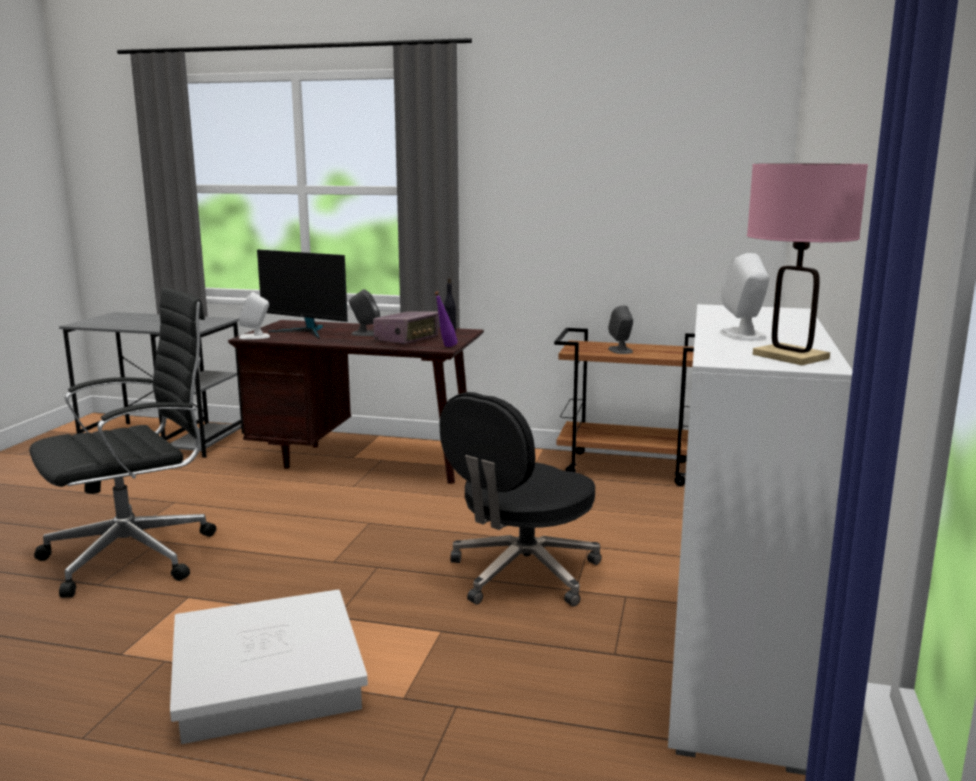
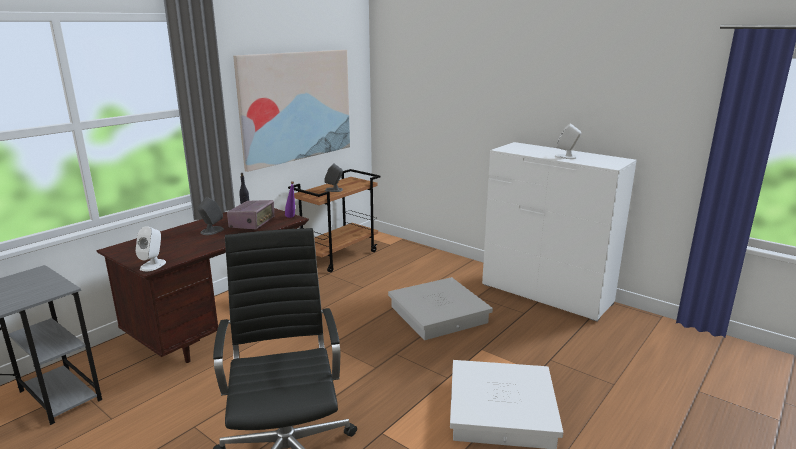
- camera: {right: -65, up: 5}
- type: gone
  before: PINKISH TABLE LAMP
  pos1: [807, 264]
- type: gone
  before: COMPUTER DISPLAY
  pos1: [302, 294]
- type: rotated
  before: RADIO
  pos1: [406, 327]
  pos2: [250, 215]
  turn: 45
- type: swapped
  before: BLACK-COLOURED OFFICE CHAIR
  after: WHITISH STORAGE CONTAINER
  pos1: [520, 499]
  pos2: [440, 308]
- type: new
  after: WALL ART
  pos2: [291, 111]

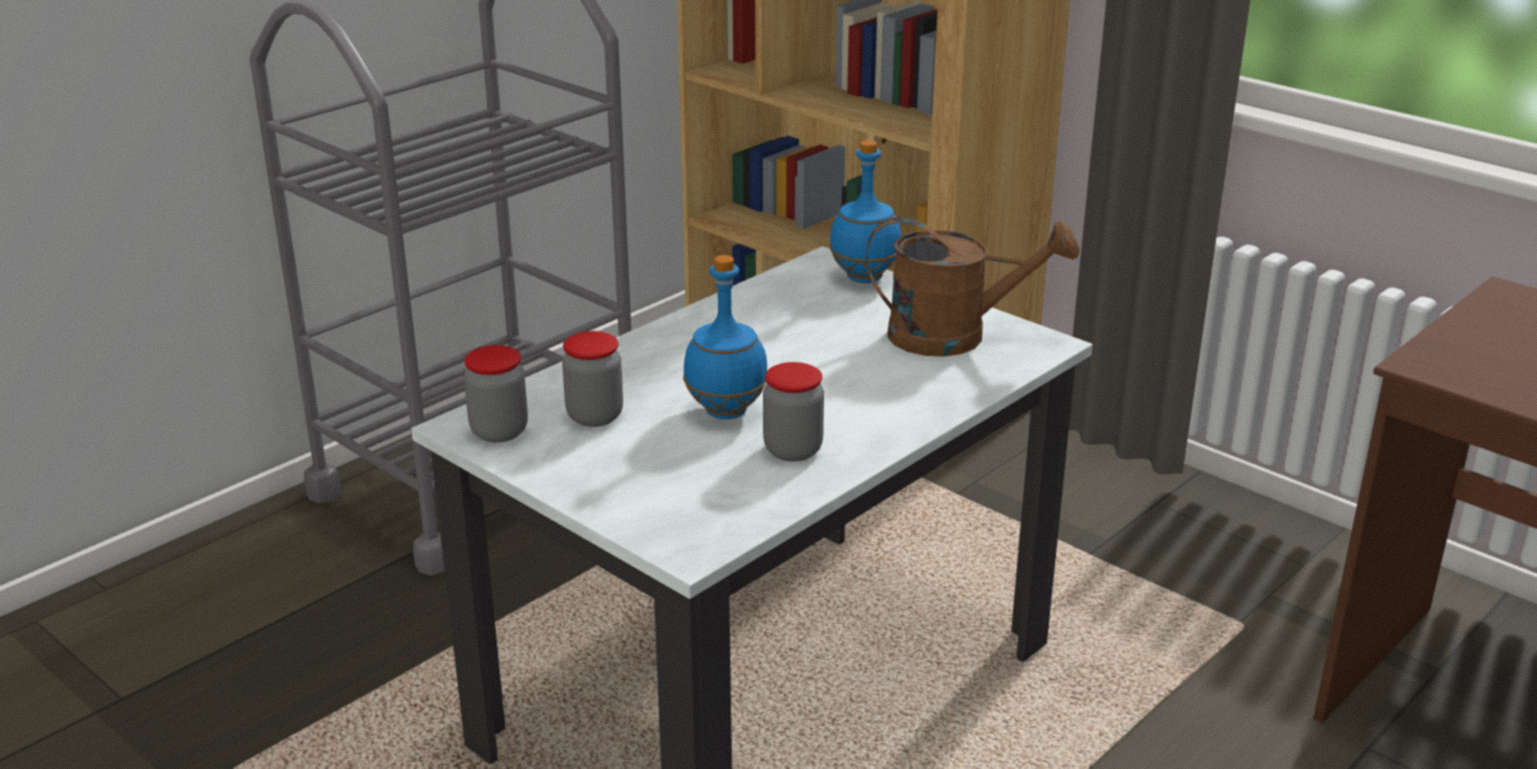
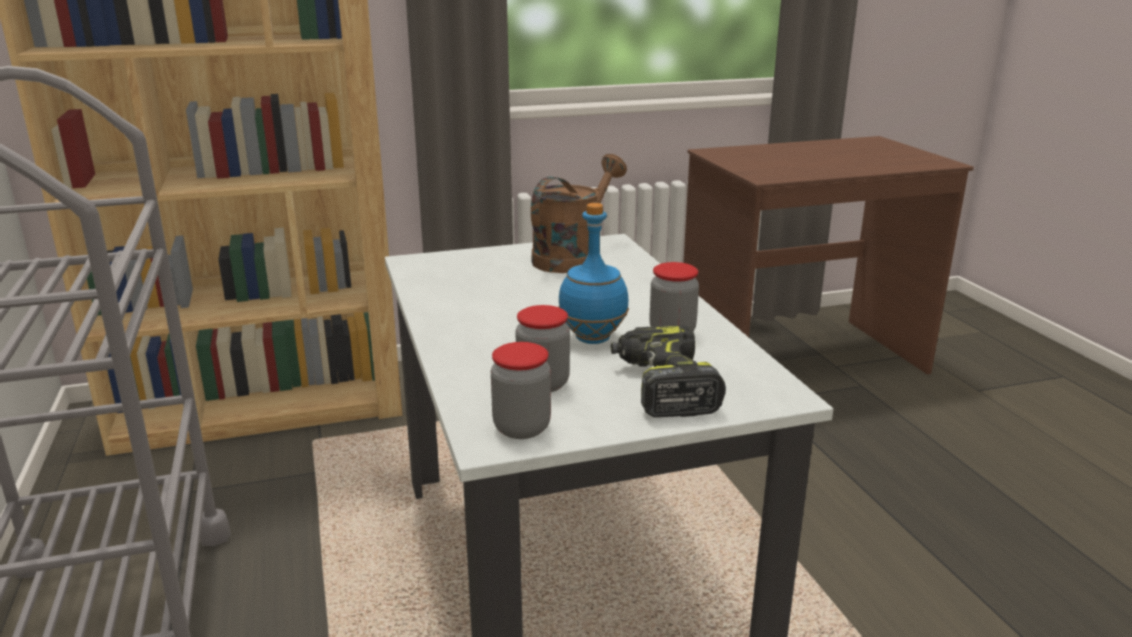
- camera: {right: -60, up: -5}
- type: gone
  before: BLUISH DRINK BOTTLE
  pos1: [865, 211]
- type: new
  after: POWER DRILL
  pos2: [668, 371]

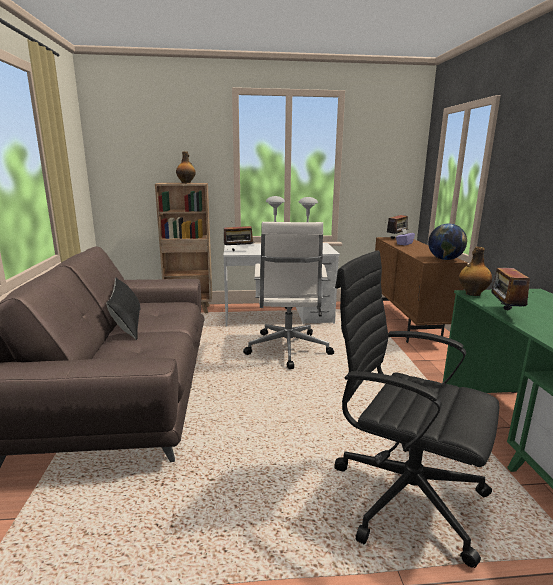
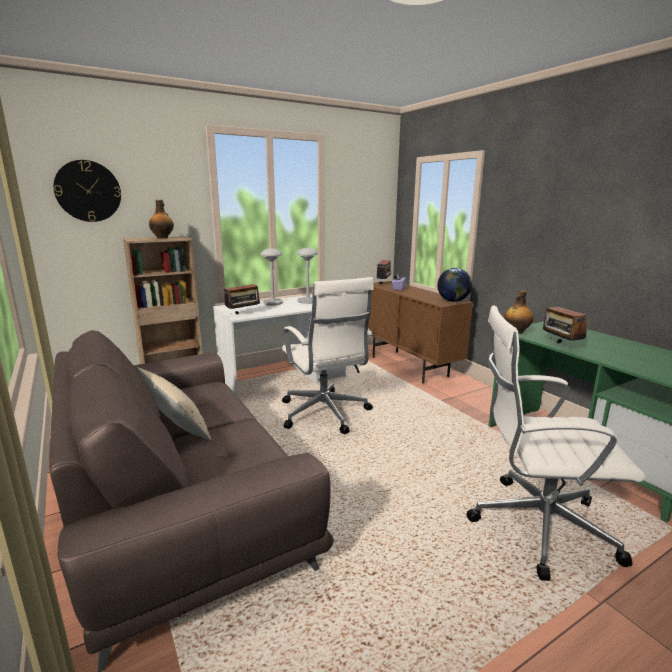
- camera: {right: -25, up: 0}
- type: repainted
  before: BLACK-COLOURED OFFICE CHAIR
  after: WHITISH OFFICE CHAIR
  pos1: [416, 409]
  pos2: [555, 443]
- type: repainted
  before: BLACK-COLOURED THROW PILLOW
  after: SAND-COLOURED THROW PILLOW
  pos1: [123, 308]
  pos2: [174, 404]
- type: new
  after: HANGING CLOCK
  pos2: [87, 191]

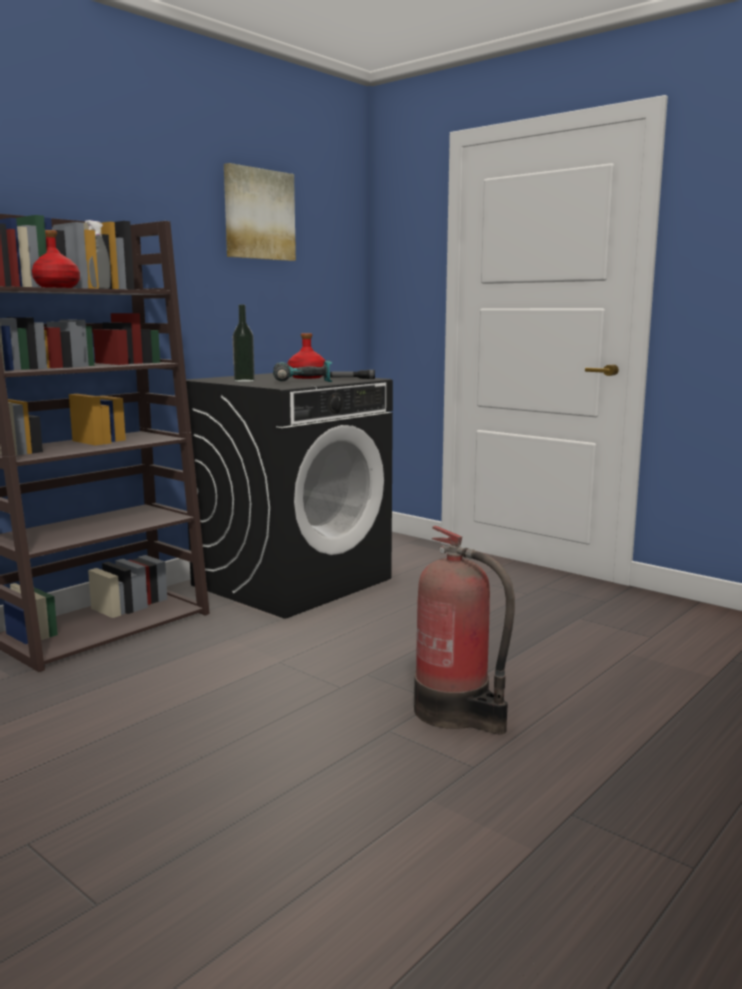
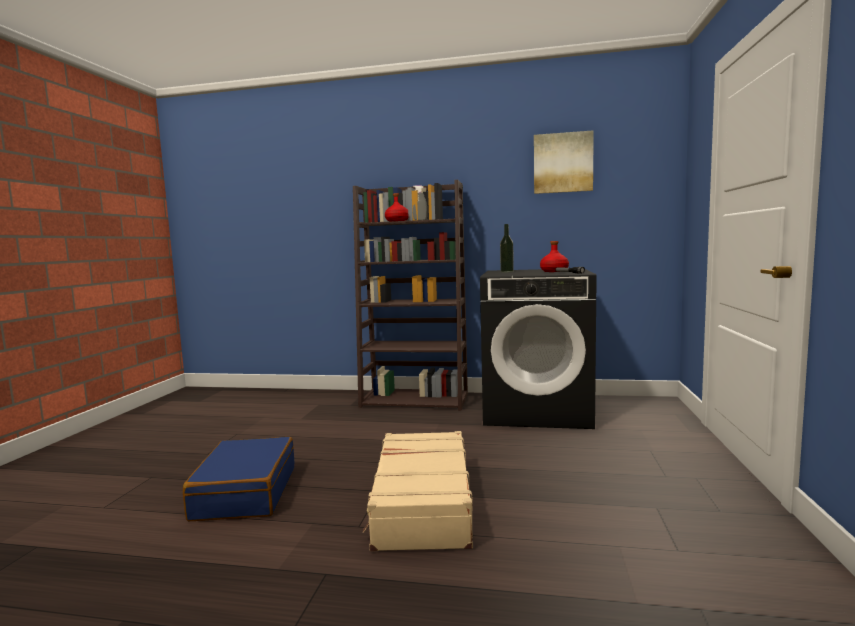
- camera: {right: 60, up: -5}
- type: gone
  before: POWER DRILL
  pos1: [303, 371]
- type: swapped
  before: FIRE EXTINGUISHER
  after: SAND-COLOURED TRAVEL CASE
  pos1: [464, 630]
  pos2: [418, 491]
- type: new
  after: BLUISH TRAVEL CASE
  pos2: [238, 479]

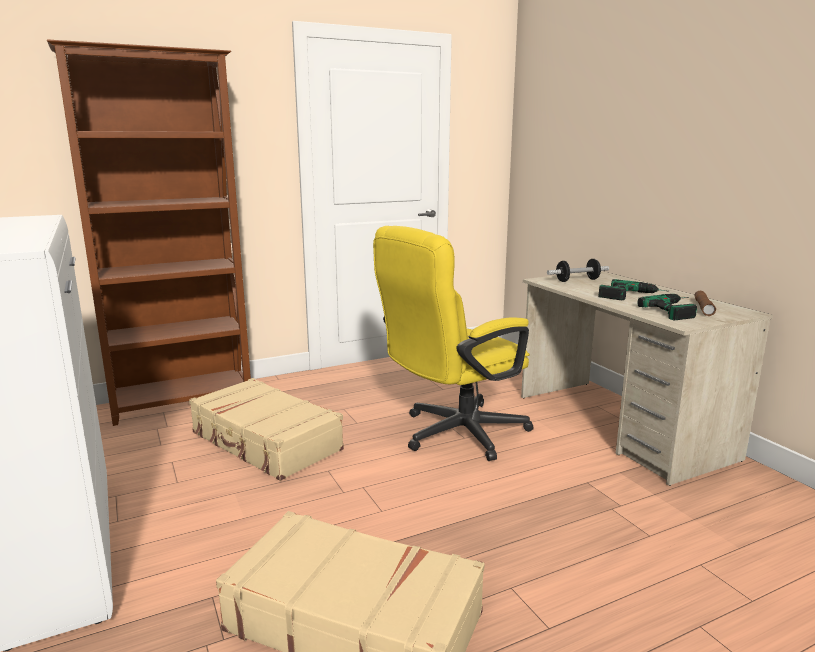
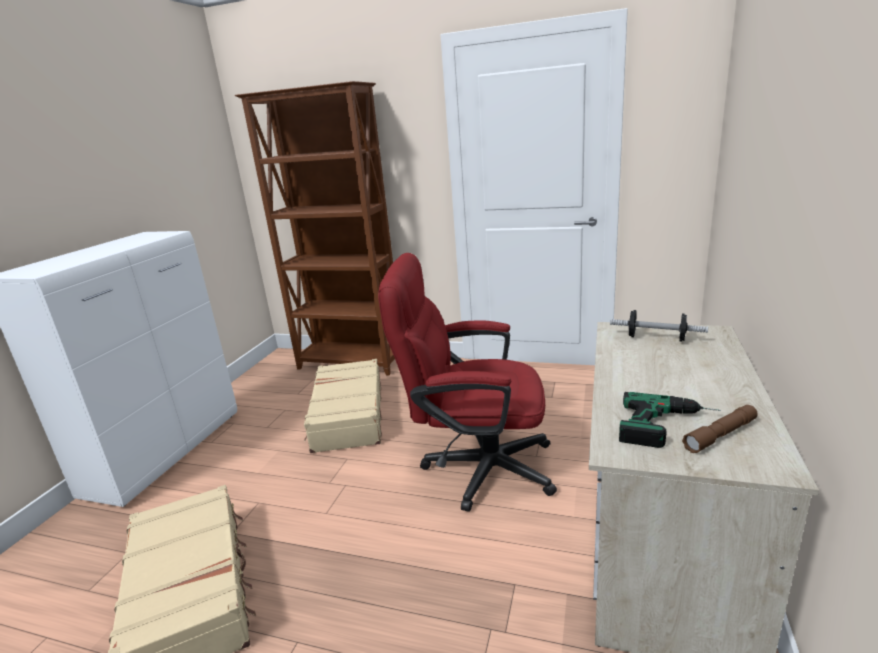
- camera: {right: 45, up: 5}
- type: repainted
  before: YELLOW-COLOURED OFFICE CHAIR
  after: REDDISH OFFICE CHAIR
  pos1: [453, 343]
  pos2: [467, 382]
- type: gone
  before: POWER DRILL
  pos1: [633, 289]

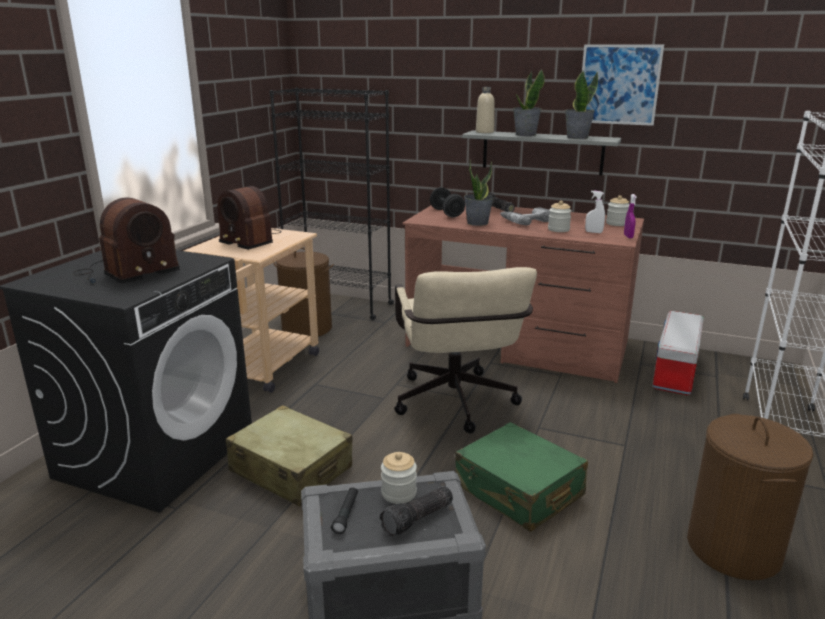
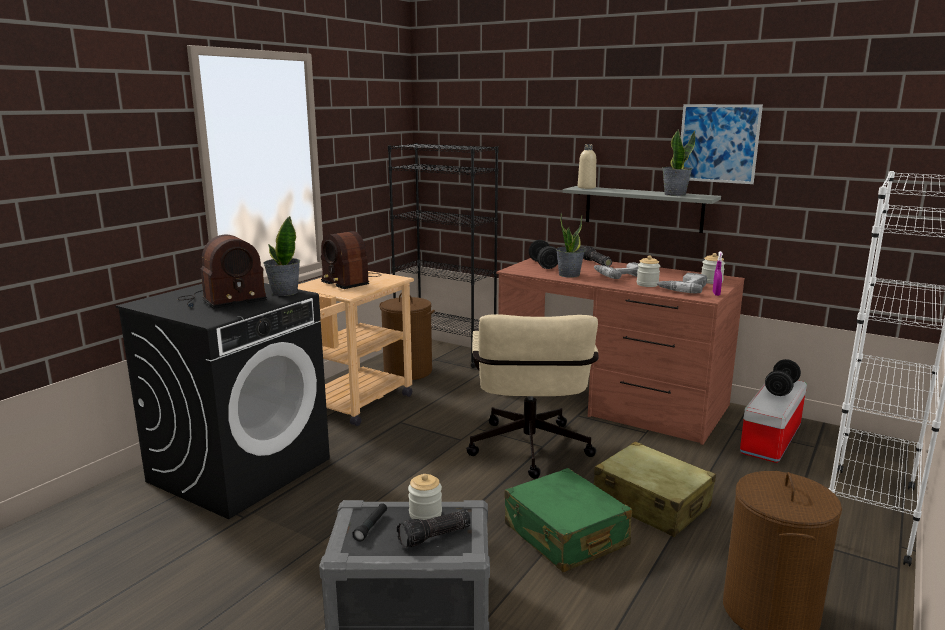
- camera: {right: 10, up: -5}
- type: shifted
  before: POTTED PLANT
  pos1: [529, 102]
  pos2: [281, 256]
- type: swapped
  before: WHITISH SPRAYER
  after: POWER DRILL
  pos1: [595, 211]
  pos2: [681, 283]
- type: shifted
  before: SAND-COLOURED TRAVEL CASE
  pos1: [289, 456]
  pos2: [655, 489]
- type: new
  after: BLACK-COLOURED HAND WEIGHT
  pos2: [783, 377]

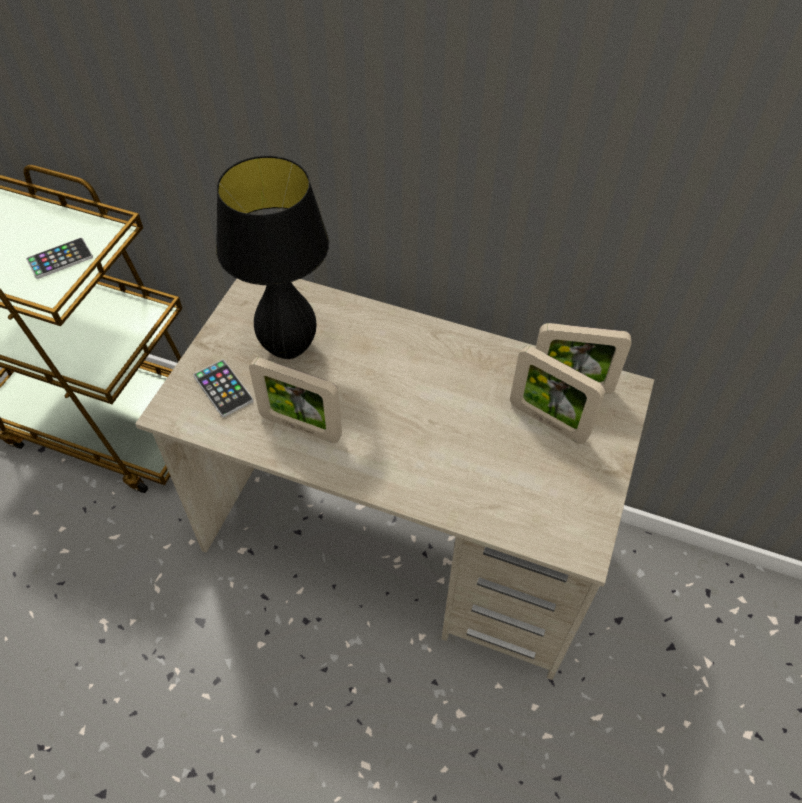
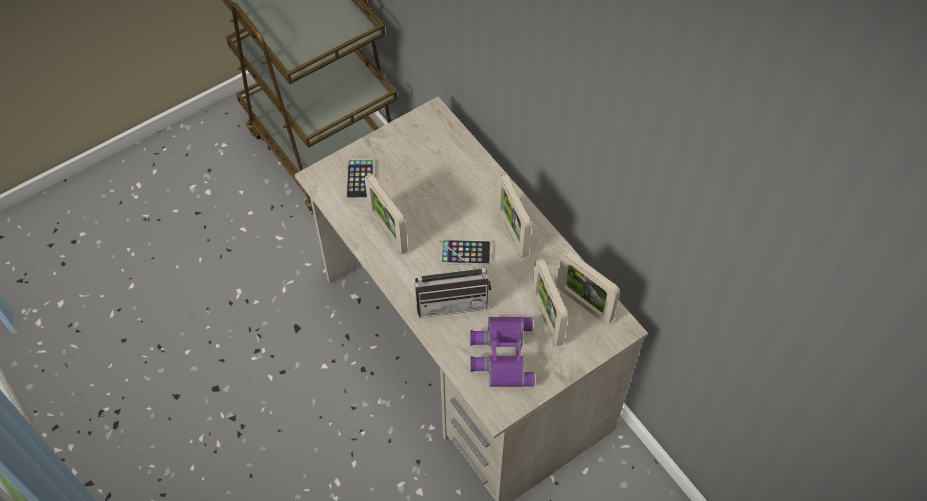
- camera: {right: 35, up: 5}
- type: gone
  before: BLACK-COLOURED TABLE LAMP
  pos1: [272, 257]
- type: shifted
  before: HANDSET
  pos1: [59, 258]
  pos2: [466, 252]
- type: new
  after: PICTURE FRAME
  pos2: [514, 215]
- type: new
  after: RADIO
  pos2: [453, 279]
- type: new
  after: PURPLISH BINOCULARS
  pos2: [502, 352]

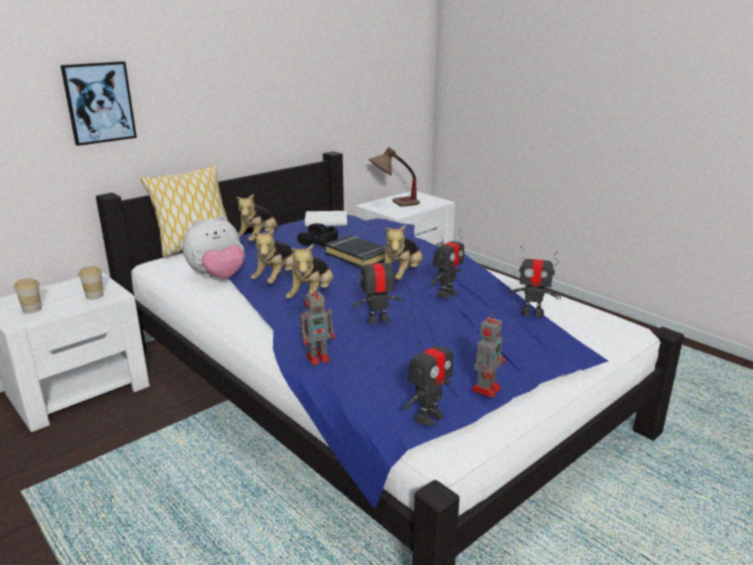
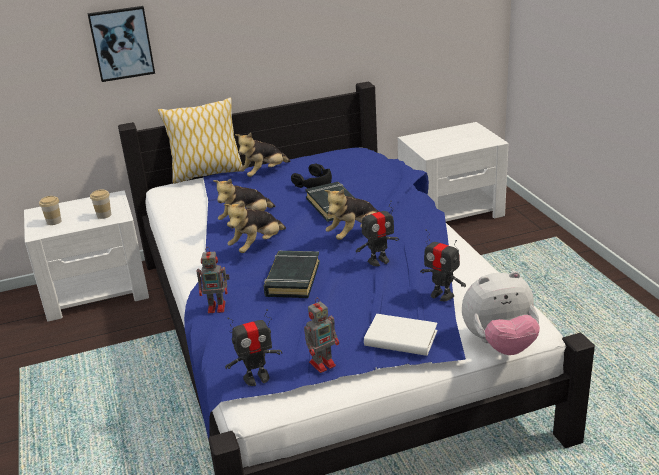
- camera: {right: 25, up: 5}
- type: gone
  before: TABLE LAMP
  pos1: [394, 177]
- type: shifted
  before: WHITISH BOUND BOOK
  pos1: [326, 218]
  pos2: [400, 335]
- type: shifted
  before: SOFT TOY
  pos1: [214, 247]
  pos2: [501, 313]
- type: swapped
  before: MODEL ROBOT
  after: BLACK-COLOURED BOUND BOOK
  pos1: [378, 287]
  pos2: [291, 274]

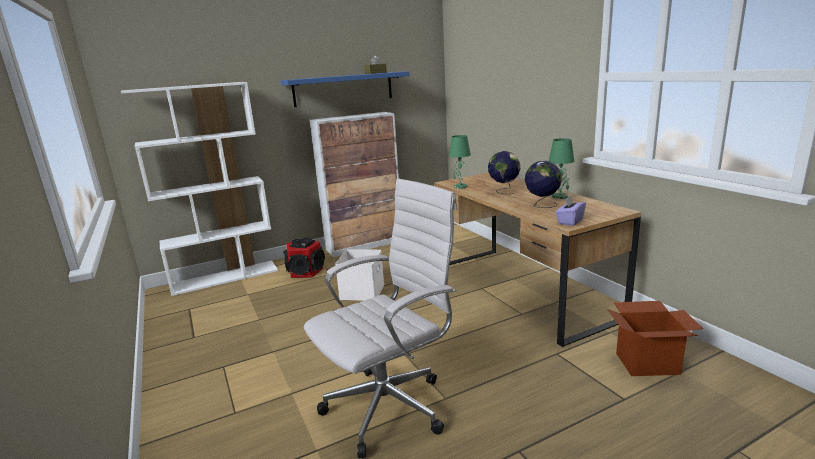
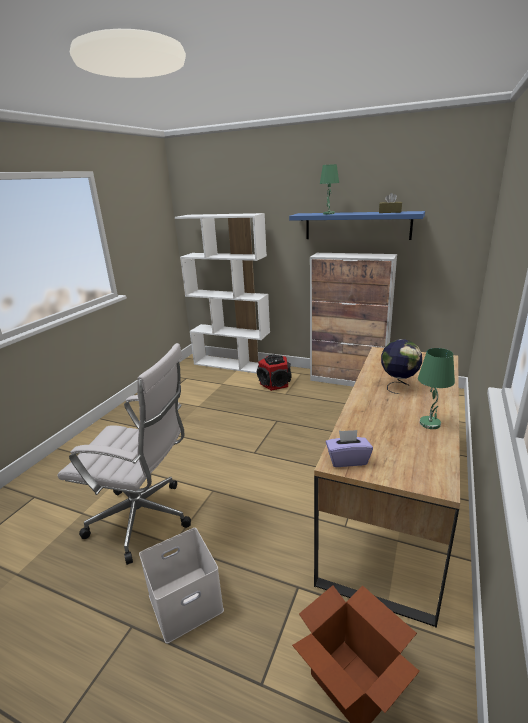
- camera: {right: 50, up: 5}
- type: shifted
  before: GREEN TABLE LAMP
  pos1: [460, 162]
  pos2: [329, 189]
- type: gone
  before: WORLD GLOBE
  pos1: [543, 184]
- type: shifted
  before: WHITISH STORAGE CONTAINER
  pos1: [359, 275]
  pos2: [181, 586]

